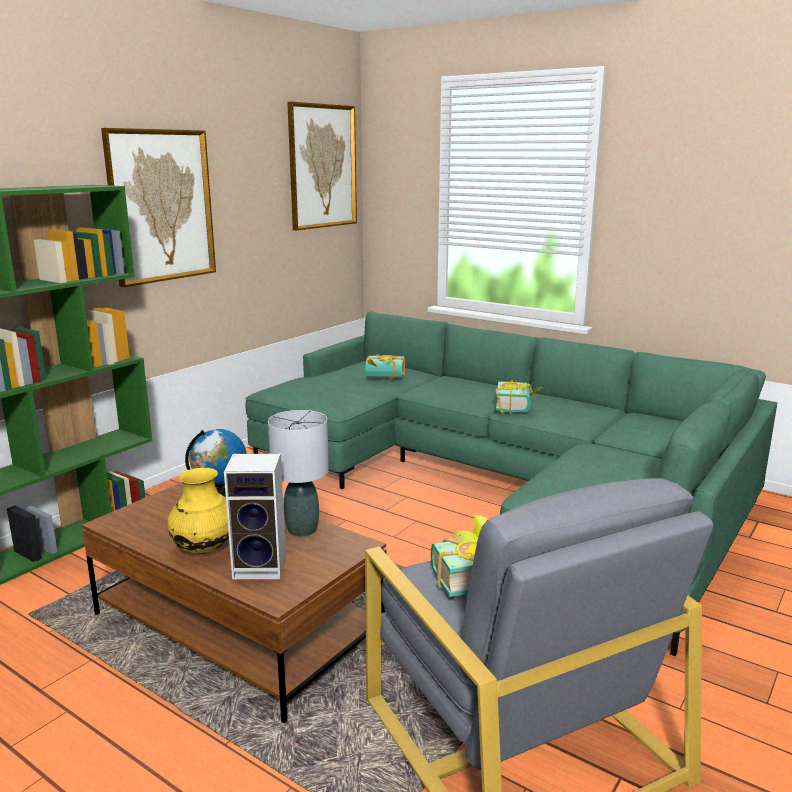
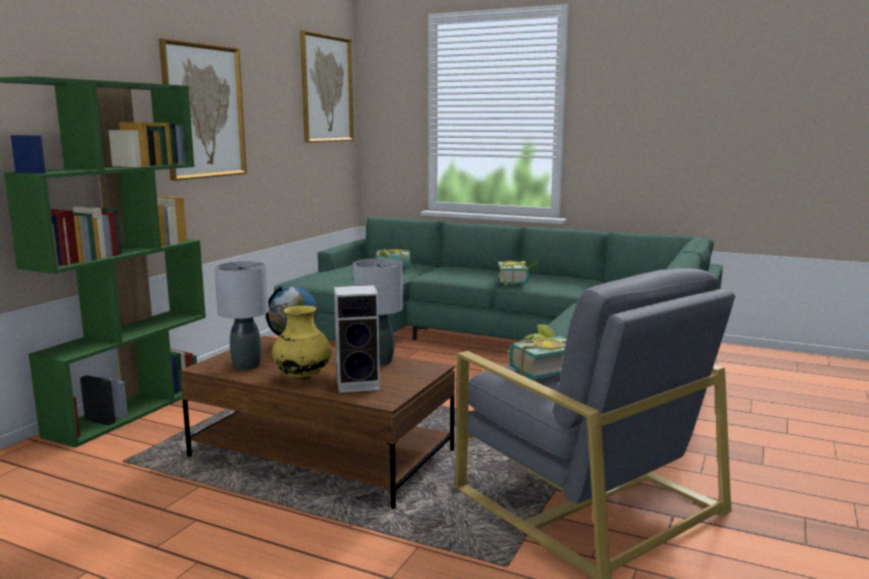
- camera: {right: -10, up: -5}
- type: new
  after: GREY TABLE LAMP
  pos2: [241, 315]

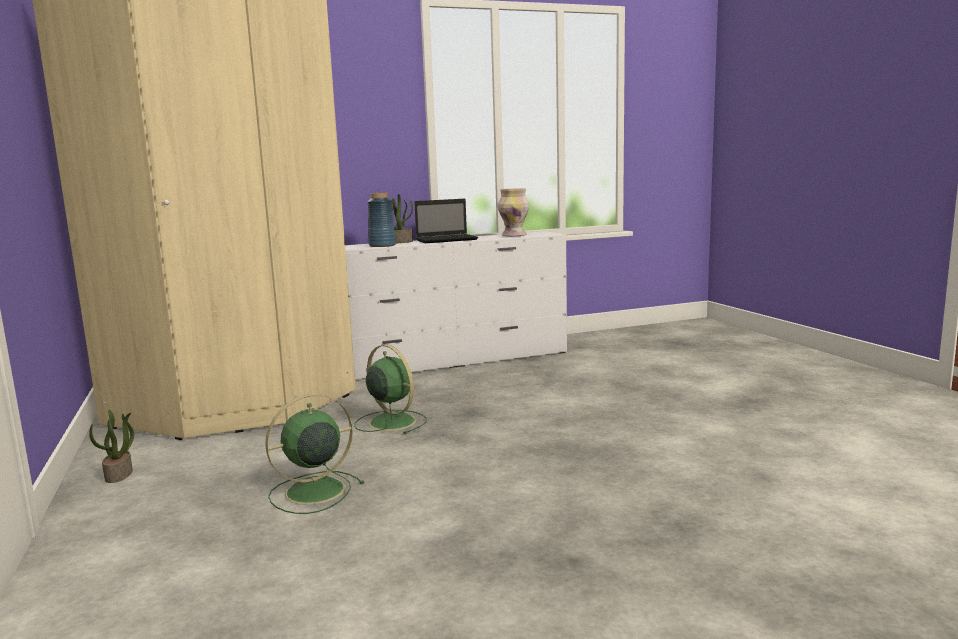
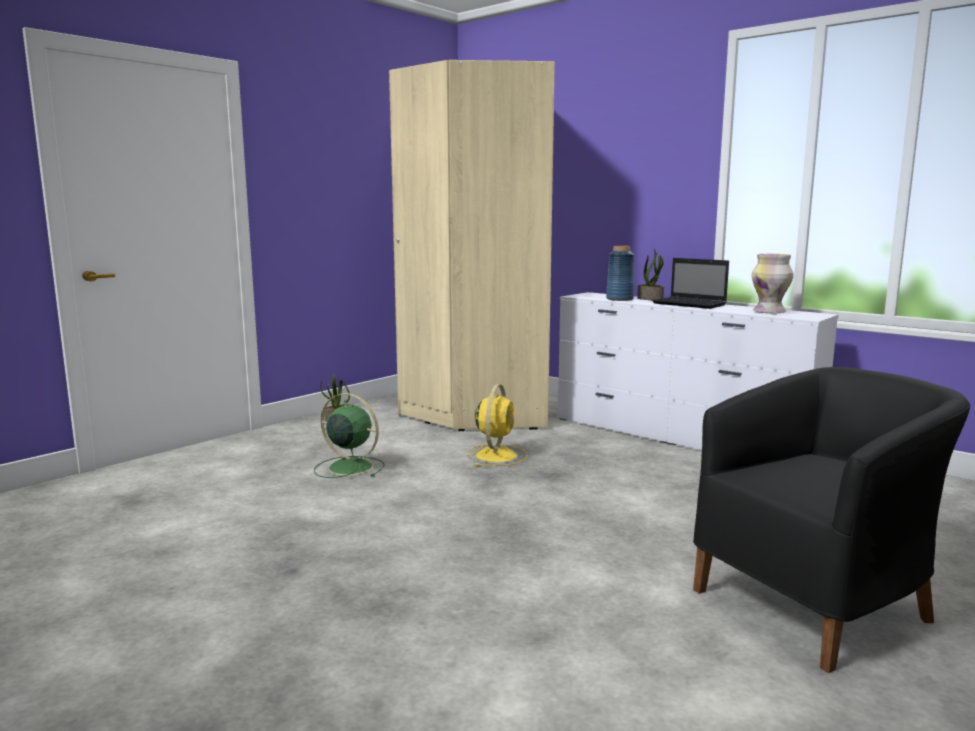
- camera: {right: 60, up: 0}
- type: repainted
  before: GREEN ELECTRIC FAN
  after: YELLOW-COLOURED ELECTRIC FAN
  pos1: [390, 389]
  pos2: [497, 425]
- type: new
  after: BLACK-COLOURED ARMCHAIR
  pos2: [831, 520]

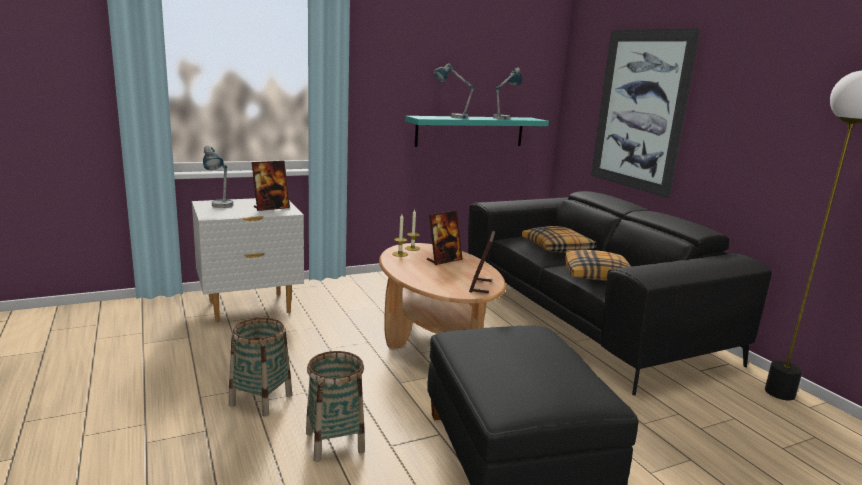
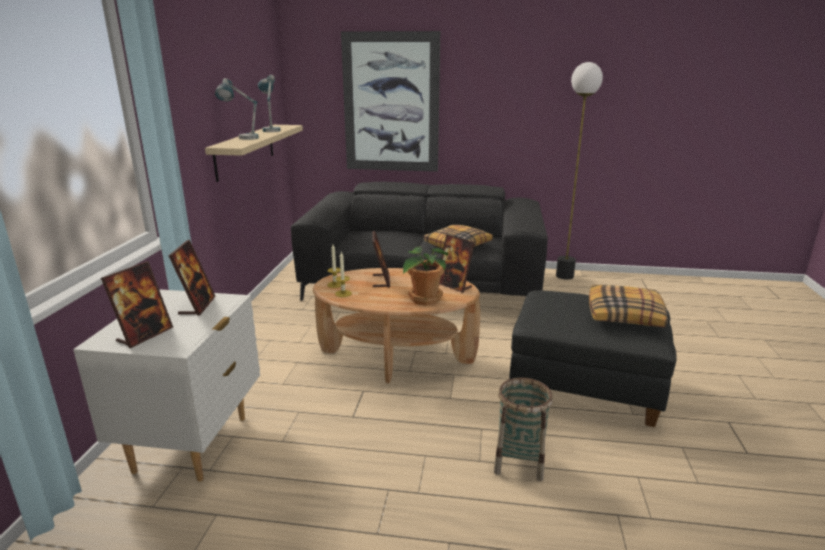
- camera: {right: -55, up: 5}
- type: repainted
  before: TURQUOISE SHELF
  after: SAND-COLOURED SHELF
  pos1: [477, 131]
  pos2: [254, 153]
- type: swapped
  before: TABLE LAMP
  after: PICTURE FRAME
  pos1: [218, 177]
  pos2: [137, 304]
- type: shifted
  before: THROW PILLOW
  pos1: [559, 239]
  pos2: [628, 306]
- type: gone
  before: HOUSEHOLD BASKET
  pos1: [260, 367]
- type: new
  after: POTTED PLANT
  pos2: [425, 275]

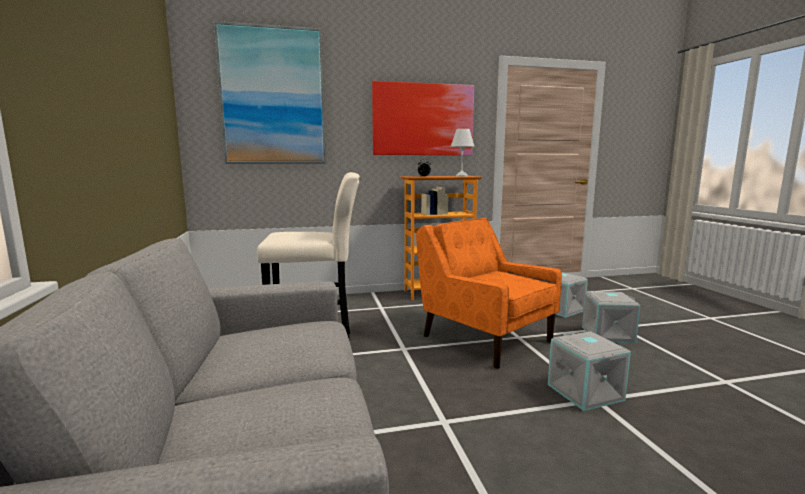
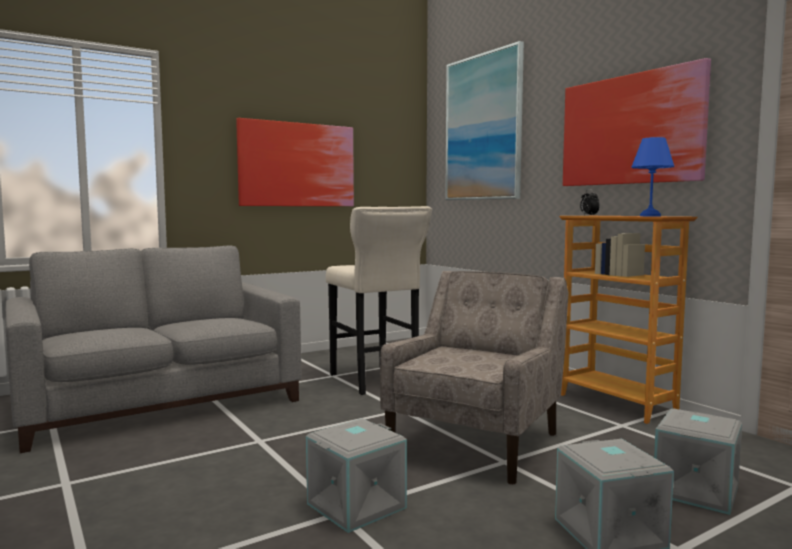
- camera: {right: 70, up: -5}
- type: repainted
  before: WHITISH TABLE LAMP
  after: BLUISH TABLE LAMP
  pos1: [462, 153]
  pos2: [652, 176]
- type: repainted
  before: ORANGEY ARMCHAIR
  after: SAND-COLOURED ARMCHAIR
  pos1: [489, 293]
  pos2: [474, 377]
- type: new
  after: WALL ART
  pos2: [295, 162]

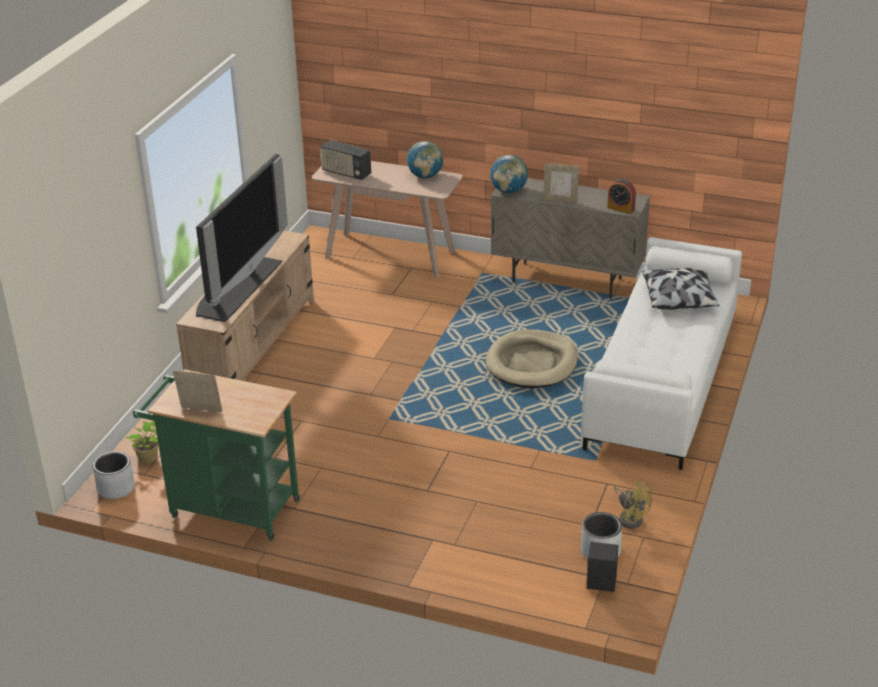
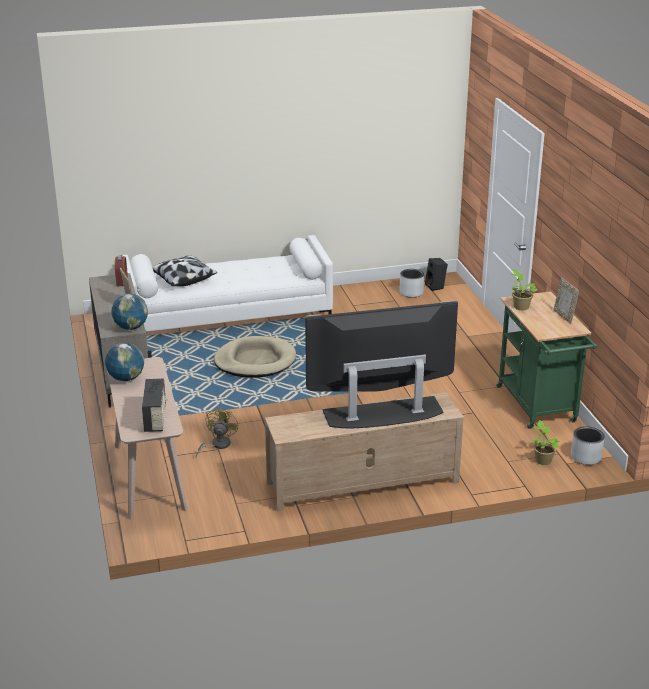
- camera: {right: -125, up: -5}
- type: shifted
  before: YELLOW-COLOURED ELECTRIC FAN
  pos1: [633, 505]
  pos2: [217, 432]
- type: new
  after: POTTED PLANT
  pos2: [524, 289]

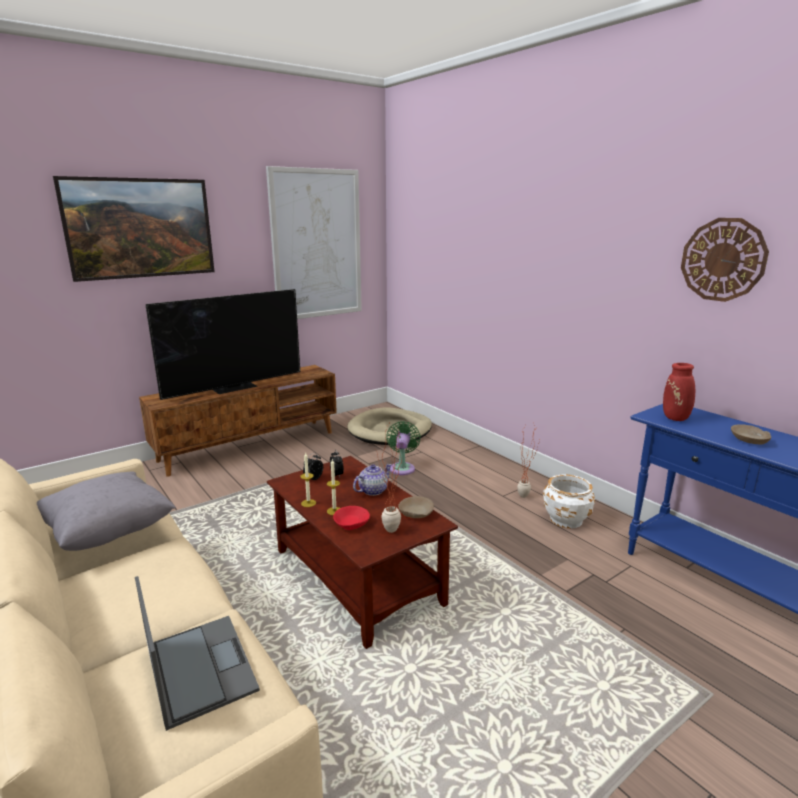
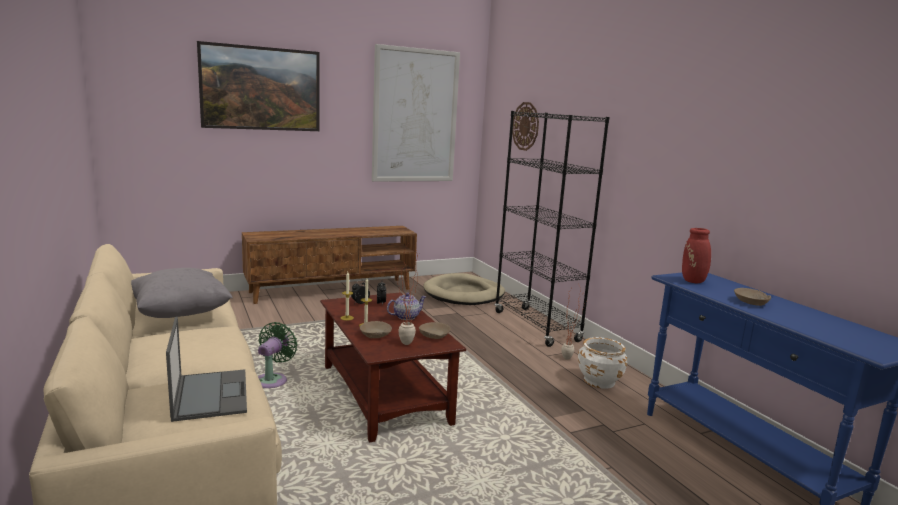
- camera: {right: 10, up: -5}
- type: shifted
  before: HANGING CLOCK
  pos1: [725, 260]
  pos2: [525, 126]
- type: gone
  before: TELEVISION
  pos1: [223, 344]
- type: shifted
  before: GREEN ELECTRIC FAN
  pos1: [403, 448]
  pos2: [278, 355]
- type: repainted
  before: REDDISH BOWL
  after: SAND-COLOURED BOWL
  pos1: [351, 518]
  pos2: [376, 329]
- type: new
  after: BLACK-COLOURED BOOKSHELF
  pos2: [552, 229]

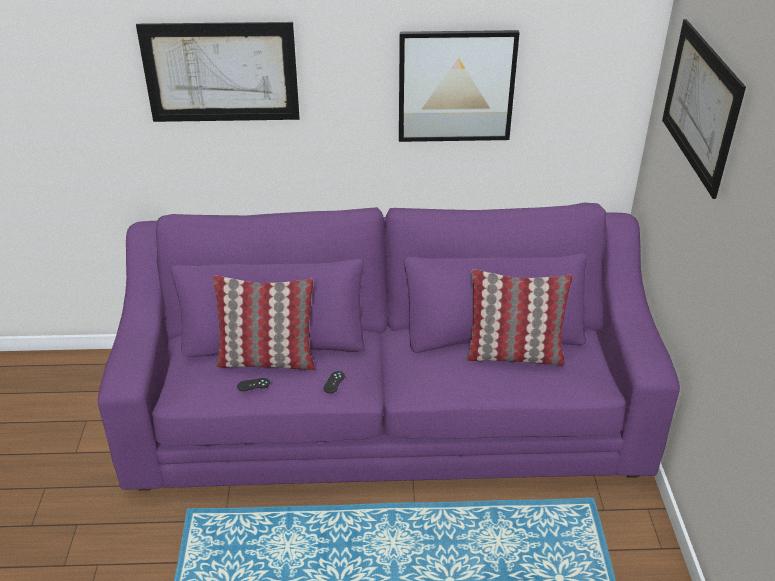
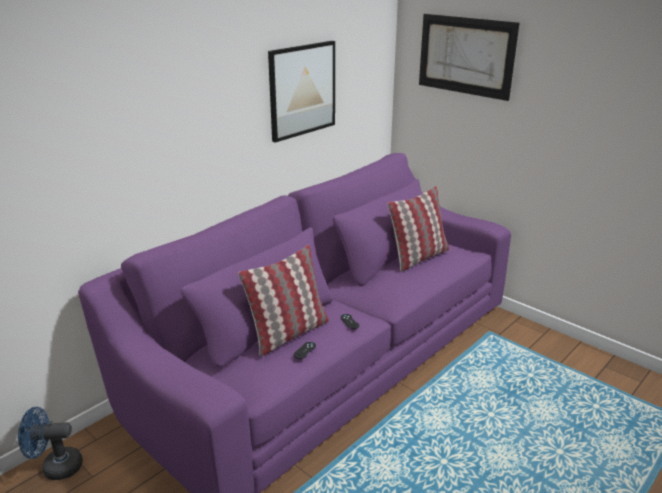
- camera: {right: -45, up: -10}
- type: gone
  before: WALL ART
  pos1: [218, 72]
- type: new
  after: BLUISH ELECTRIC FAN
  pos2: [50, 443]

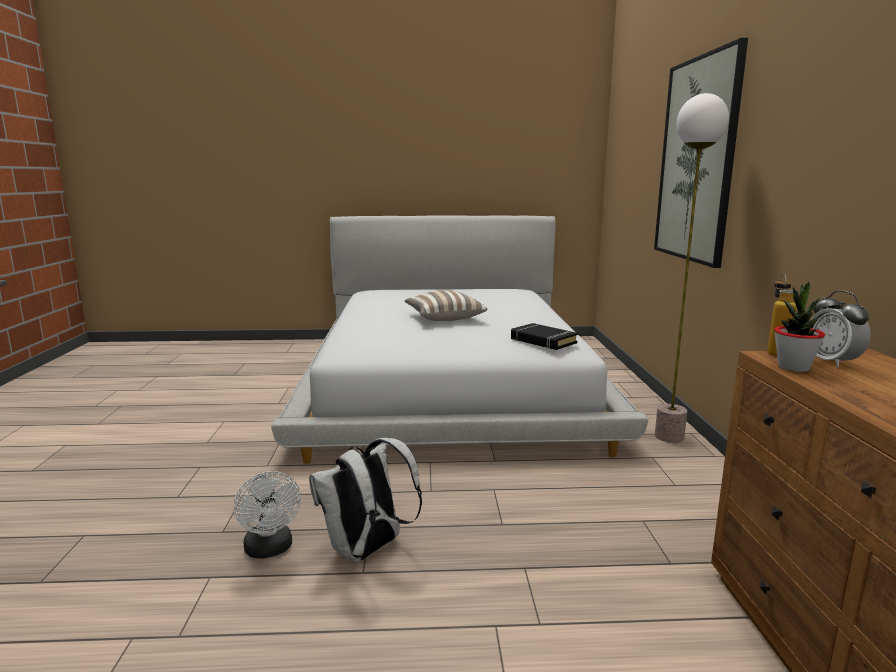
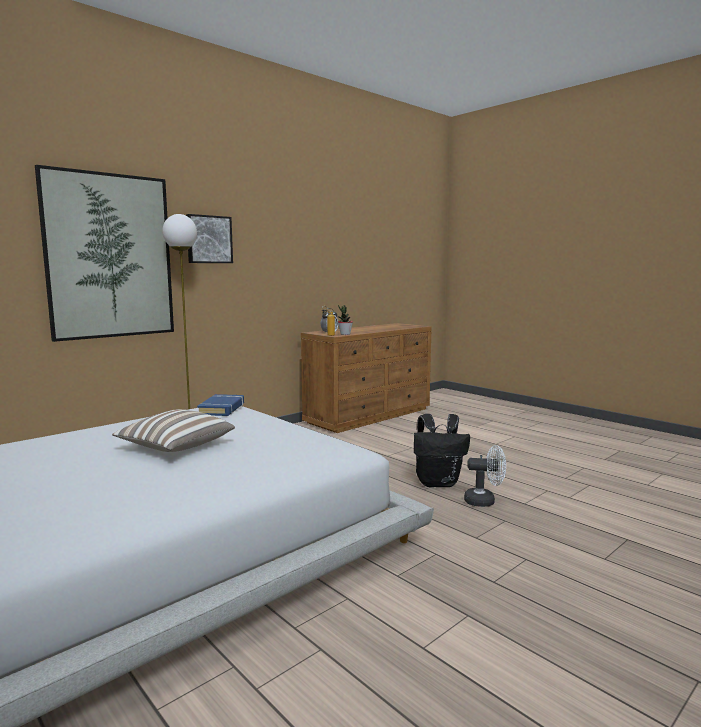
- camera: {right: -130, up: -5}
- type: repainted
  before: BLACK-COLOURED BOUND BOOK
  after: BLUISH BOUND BOOK
  pos1: [544, 336]
  pos2: [220, 405]
- type: repainted
  before: WHITISH RUCKSACK
  after: BLACK-COLOURED RUCKSACK
  pos1: [365, 500]
  pos2: [442, 450]
- type: rotated
  before: WHITISH ELECTRIC FAN
  pos1: [267, 515]
  pos2: [485, 476]
  turn: 75
- type: new
  after: WALL ART
  pos2: [209, 238]

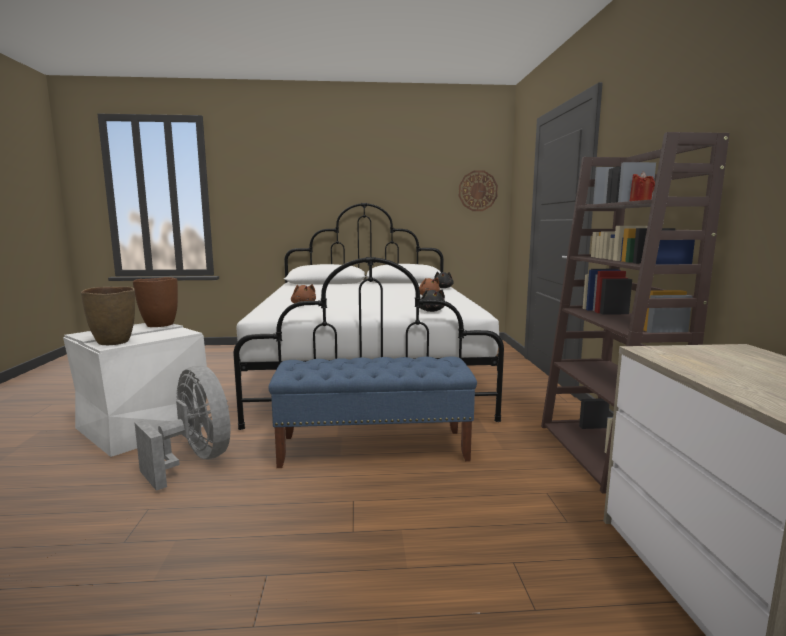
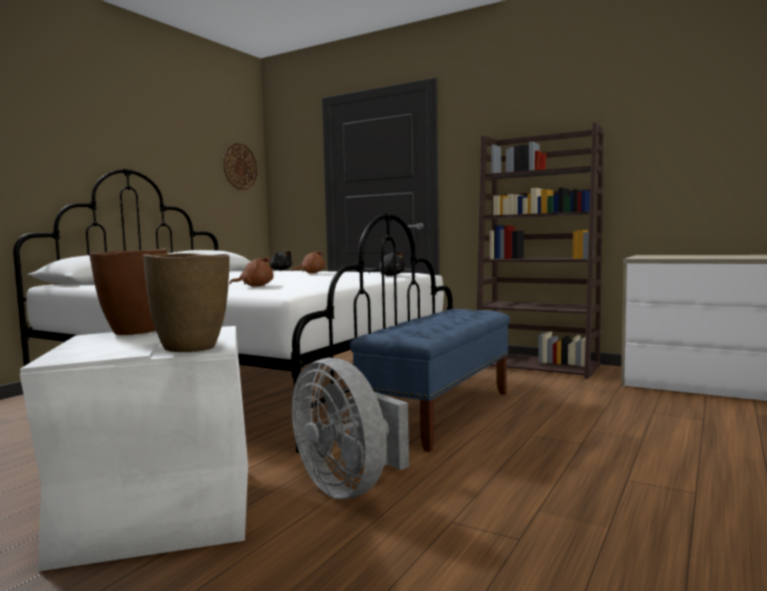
- camera: {right: -55, up: -5}
- type: rotated
  before: GREY ELECTRIC FAN
  pos1: [182, 428]
  pos2: [350, 428]
  turn: -120

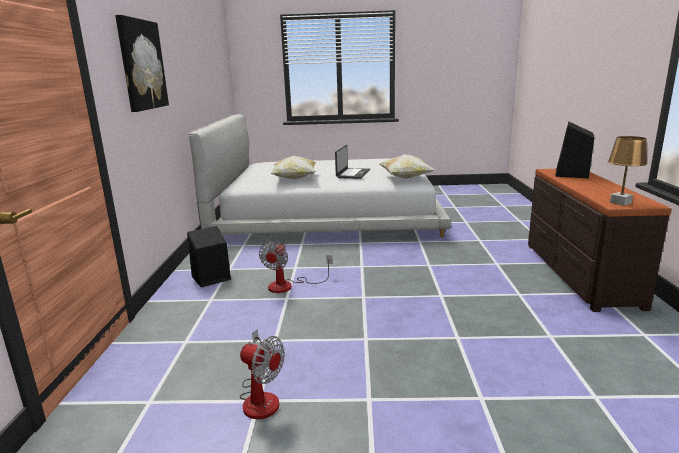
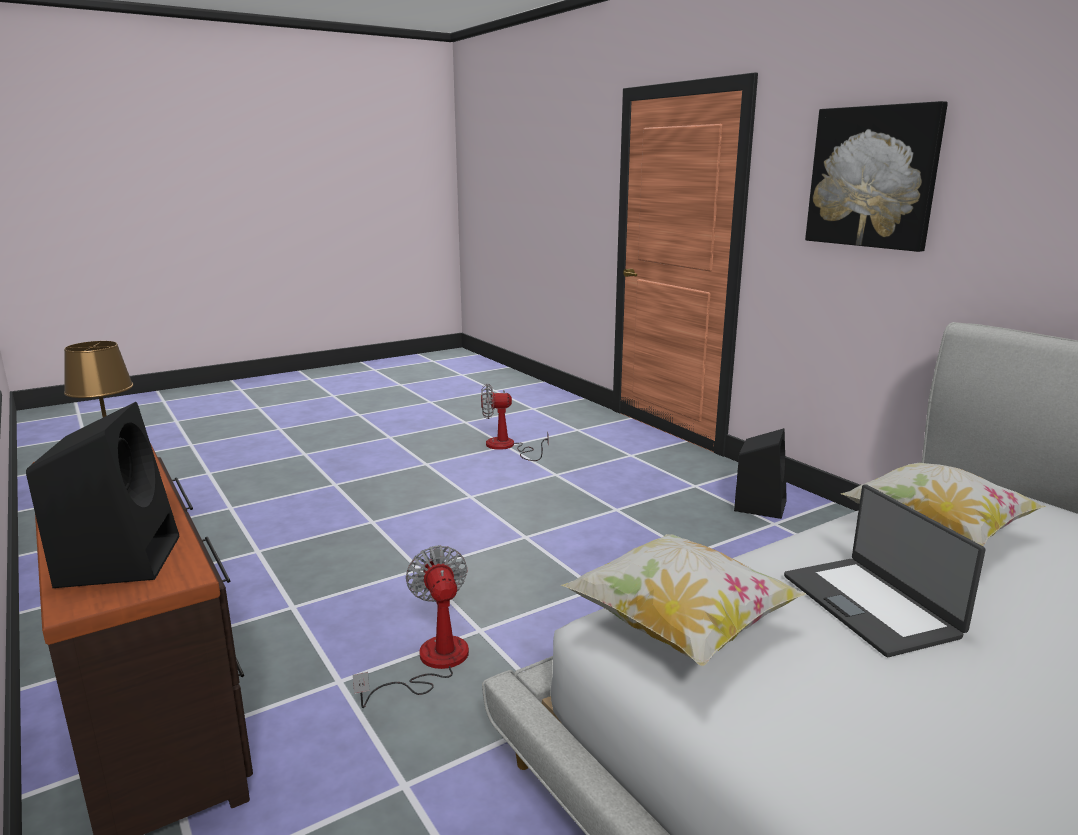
- camera: {right: 145, up: 0}
- type: shifted
  before: ELECTRIC FAN
  pos1: [296, 267]
  pos2: [411, 626]

